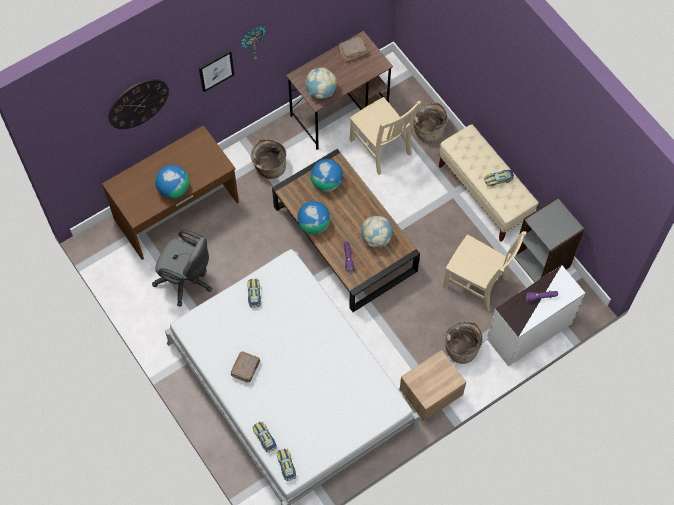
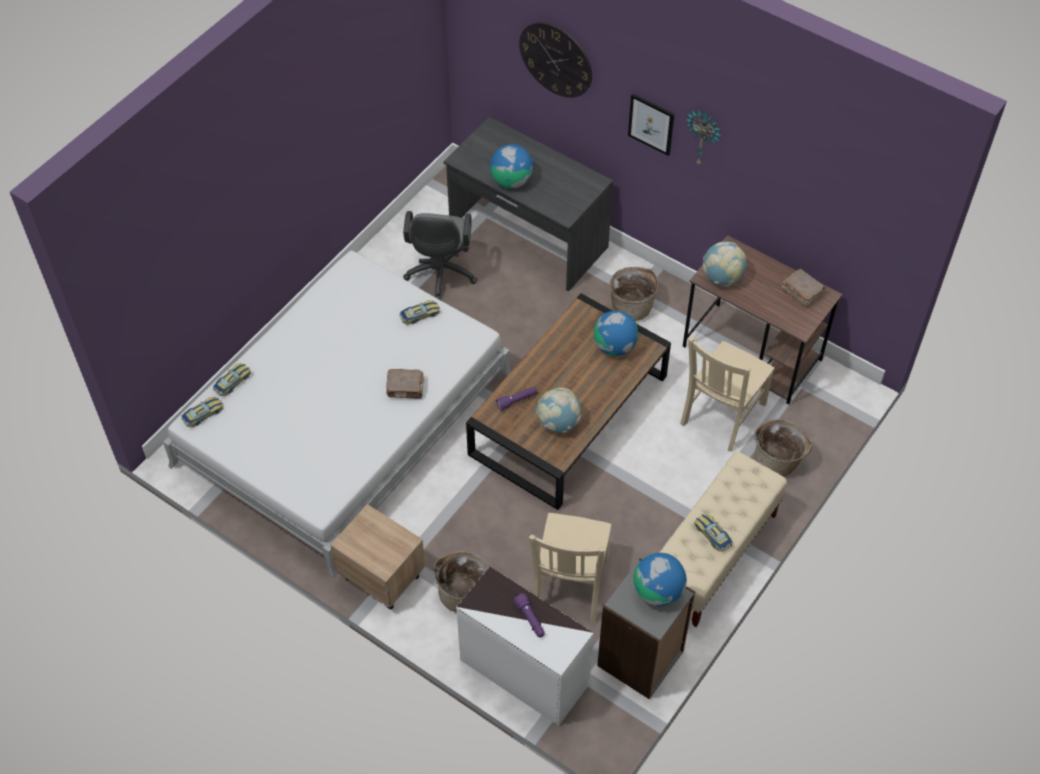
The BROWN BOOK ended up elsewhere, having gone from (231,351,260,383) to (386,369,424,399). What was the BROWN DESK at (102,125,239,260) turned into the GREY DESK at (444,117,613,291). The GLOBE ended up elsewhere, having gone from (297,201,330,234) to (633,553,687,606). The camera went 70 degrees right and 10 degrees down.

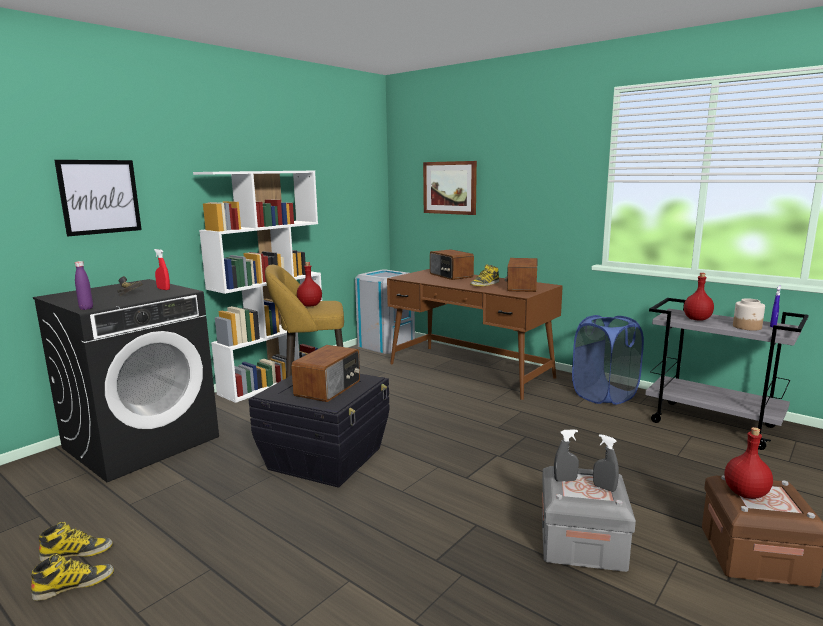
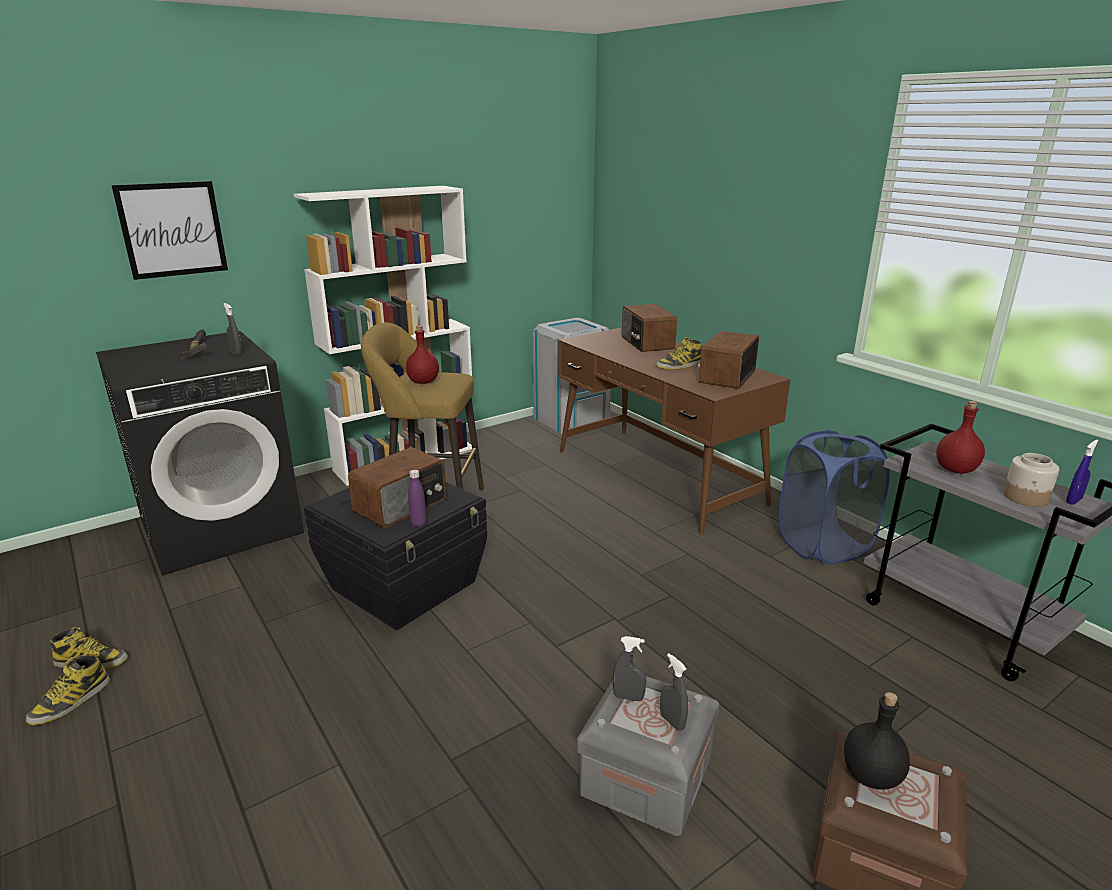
The BOOT at (31,554,114,601) ended up facing another way, 135 degrees clockwise from before. What was the RED SPRAY BOTTLE at (154,249,170,290) turned into the GREY SPRAY BOTTLE at (223,303,242,355). The PURPLE BOTTLE ended up elsewhere, having gone from (75,261,93,310) to (408,470,427,527). What was the RED BOTTLE at (725,427,773,499) turned into the BLACK BOTTLE at (844,692,910,790). The second view lost the PICTURE at (423,161,477,215). The camera went 15 degrees right and 10 degrees up.

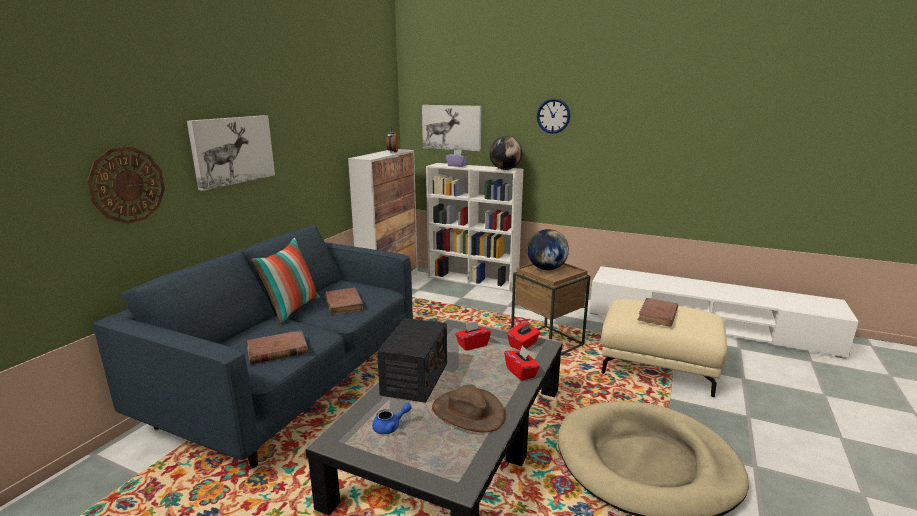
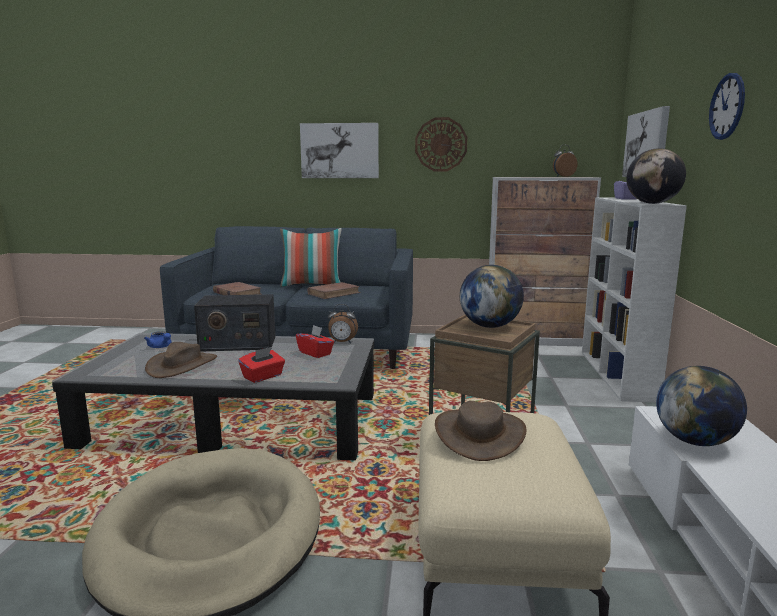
The second view gained the ALARM CLOCK at (328,304,358,343). The WALL CLOCK ended up elsewhere, having gone from (87,147,165,224) to (415,117,468,171). Where the BROWN BOOK stood at (637,298,678,327), the BROWN HAT came to stand at (435,401,526,461). The second view gained the GLOBE at (656,366,747,446). The second view lost the RED TISSUE BOX at (507,322,540,350). The camera went 70 degrees right and 5 degrees down.

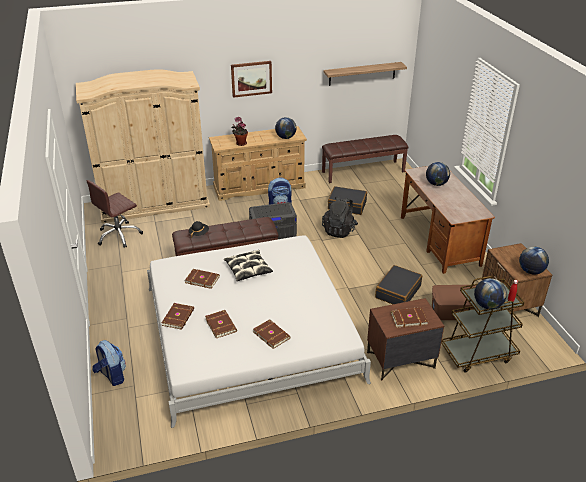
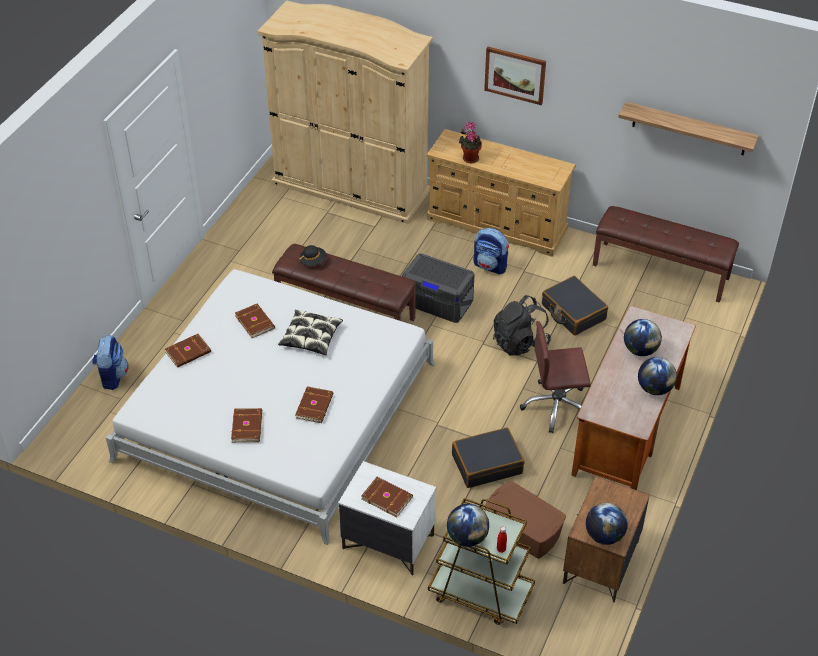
The BROWN BOOK ended up elsewhere, having gone from (205,310,237,338) to (295,386,333,423). What was the BROWN NIGHTSTAND at (367,298,444,380) turned into the WHITE NIGHTSTAND at (338,461,436,576). The BROWN OFFICE CHAIR ended up elsewhere, having gone from (87,180,143,248) to (520,321,591,433). The GLOBE ended up elsewhere, having gone from (275,117,297,139) to (638,357,677,395). The camera went 40 degrees right and 10 degrees up.

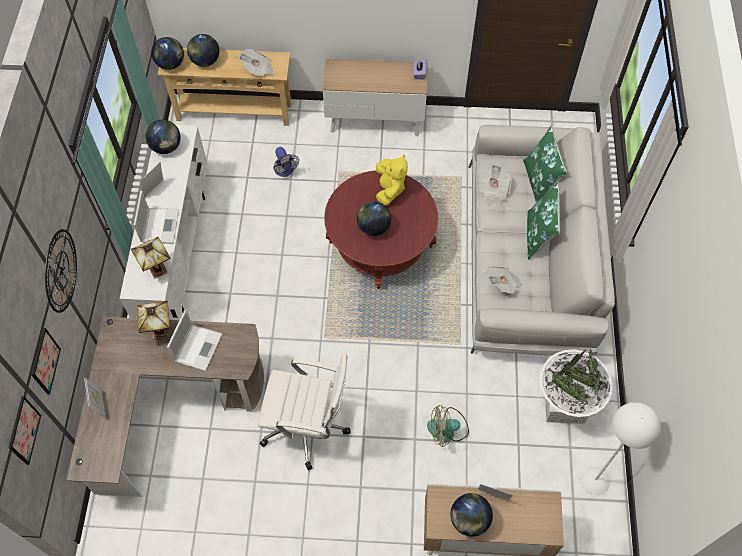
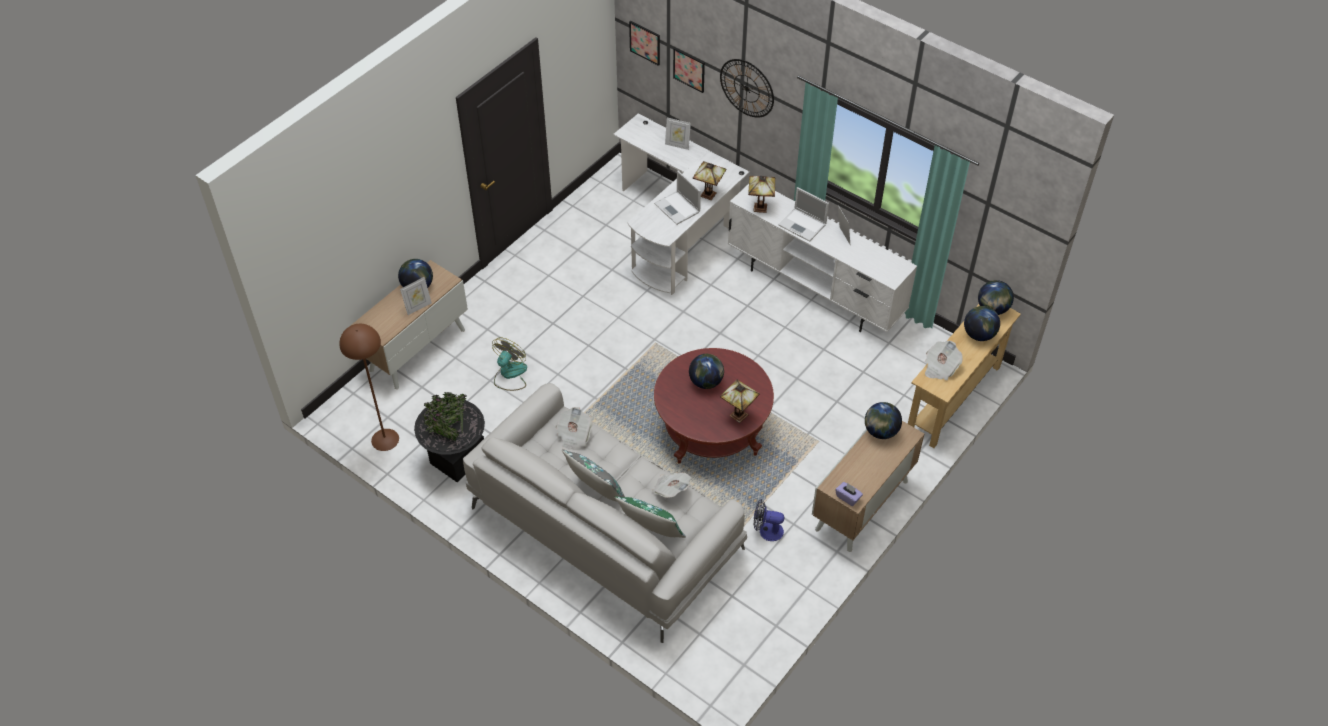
What was the WHITE FLOOR LAMP at (580,402,661,495) turned into the BROWN FLOOR LAMP at (339,324,399,451). What was the WHITE PLANTER at (540,349,613,424) turned into the BLACK PLANTER at (414,392,485,482). What was the GREEN PILLOW at (527,182,560,260) turned into the GREY PILLOW at (562,449,625,502). What was the BROWN DESK at (67,317,264,497) turned into the WHITE DESK at (613,113,749,295). Where the YELLOW PLUSH TOY stood at (376,155,408,206), the TABLE LAMP came to stand at (720,379,760,423). The FAN ended up elsewhere, having gone from (273,147,299,177) to (754,499,784,541). The GLOBE ended up elsewhere, having gone from (146,120,181,154) to (865,402,902,439). The second view lost the WHITE OFFICE CHAIR at (258,353,351,471). The camera went 125 degrees right and 10 degrees down.

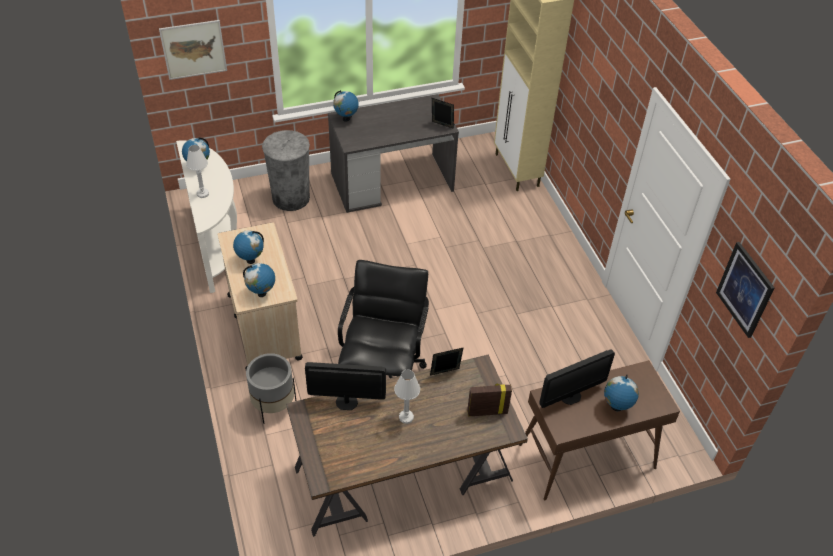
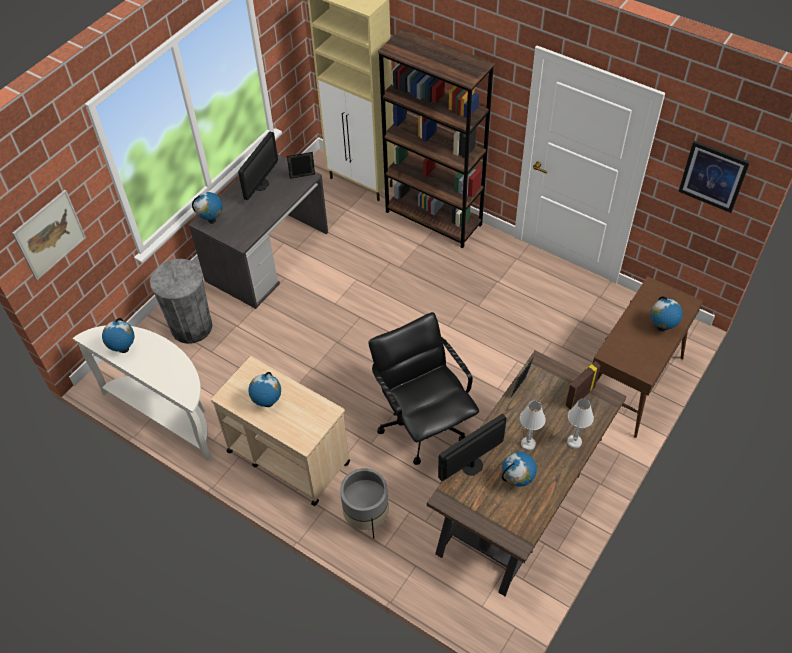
The MONITOR ended up elsewhere, having gone from (539,349,615,408) to (238,132,278,200). The second view gained the BROWN BOOKCASE at (378,28,494,248). The GLOBE ended up elsewhere, having gone from (243,263,275,297) to (502,452,537,487). The WHITE TABLE LAMP ended up elsewhere, having gone from (186,145,209,198) to (567,399,594,449). The camera went 35 degrees left and 5 degrees up.

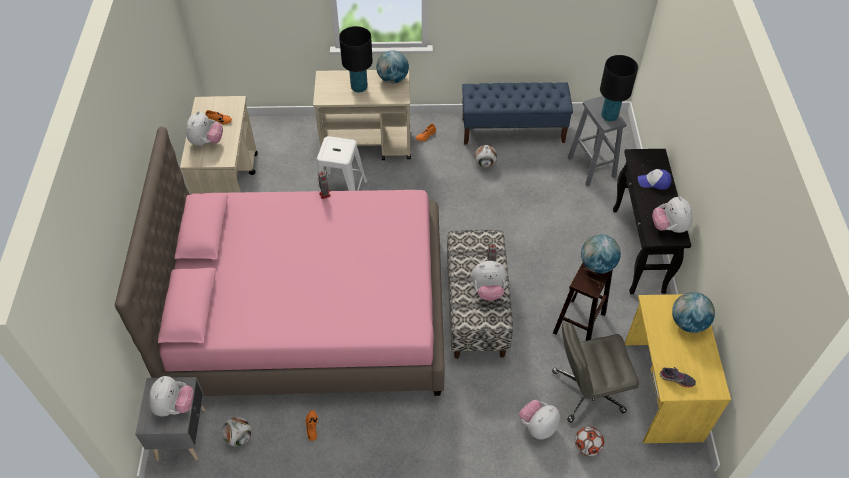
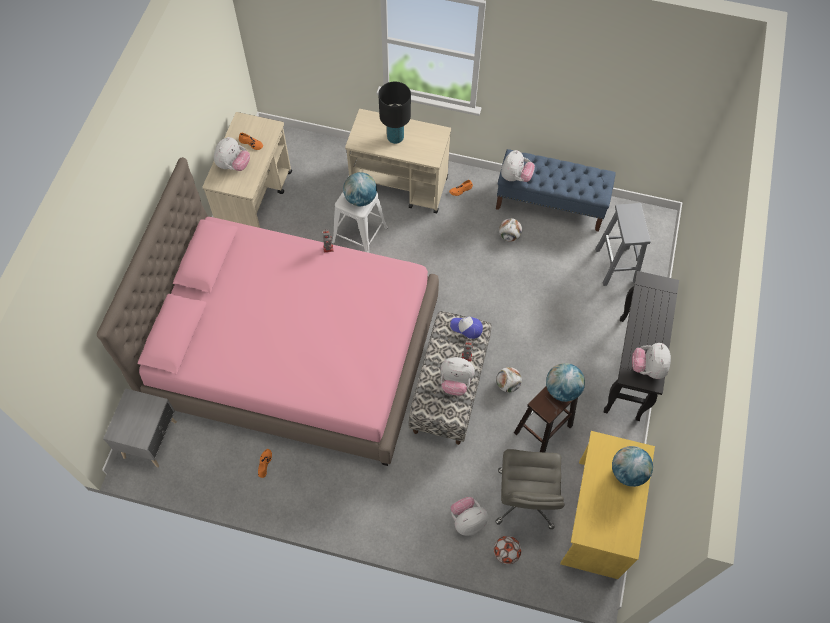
The GLOBE ended up elsewhere, having gone from (376,50,409,83) to (343,172,377,206). The CAP ended up elsewhere, having gone from (638,169,671,190) to (450,316,483,339). The FOOTBALL ended up elsewhere, having gone from (222,417,252,446) to (496,367,522,392). The GREY OFFICE CHAIR at (552,322,639,422) ended up facing another way, 90 degrees counterclockwise from before. The PLUSH TOY ended up elsewhere, having gone from (149,376,194,416) to (501,150,535,182). The second view lost the BLACK TABLE LAMP at (600,55,638,122). The second view lost the GREY SHOE at (660,367,696,387). The camera went 15 degrees right and 10 degrees up.

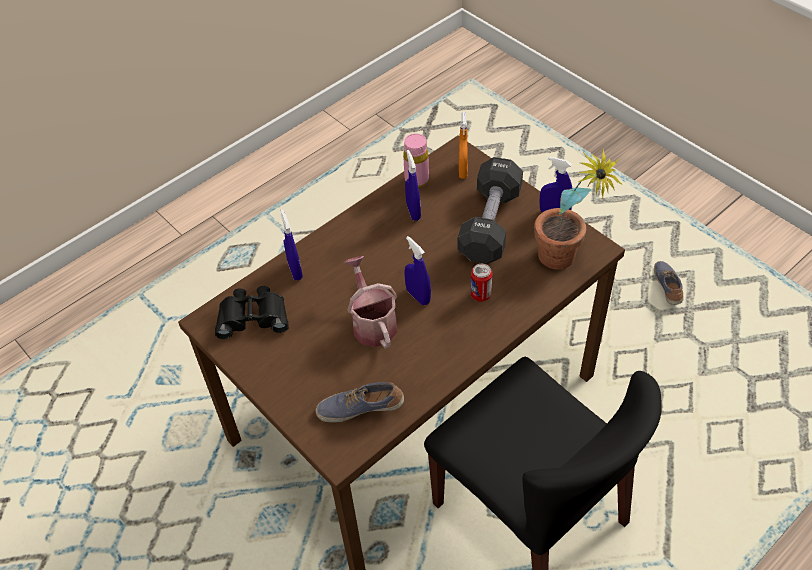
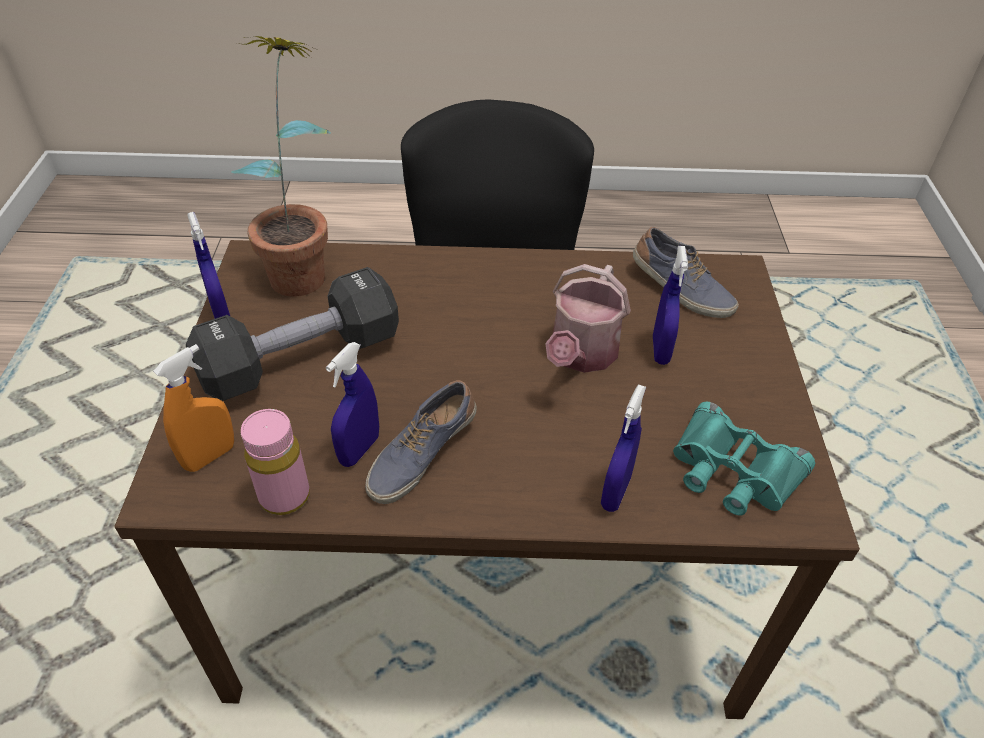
The SHOE ended up elsewhere, having gone from (654,261,684,305) to (365,380,476,504). The BLUE SPRAY BOTTLE ended up elsewhere, having gone from (404,236,431,305) to (653,246,688,365). What was the BLACK BINOCULARS at (215,286,288,339) turned into the TURQUOISE BINOCULARS at (673,401,815,515). The second view lost the CAN at (471,264,492,302). The camera went 140 degrees left and 5 degrees down.

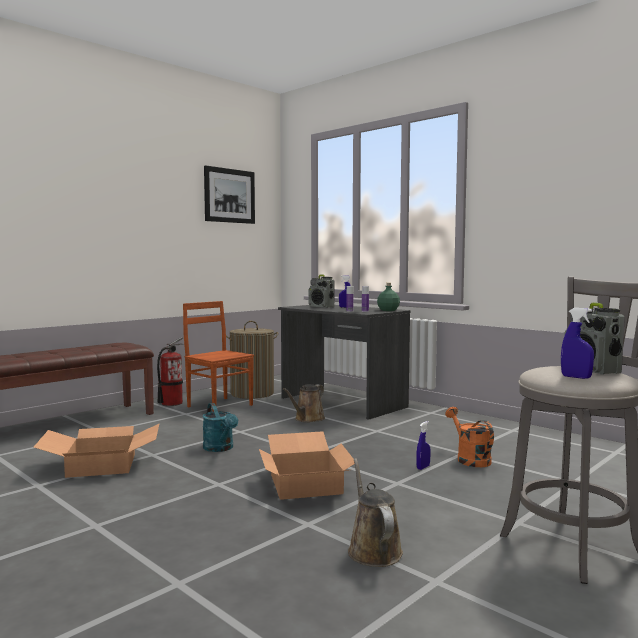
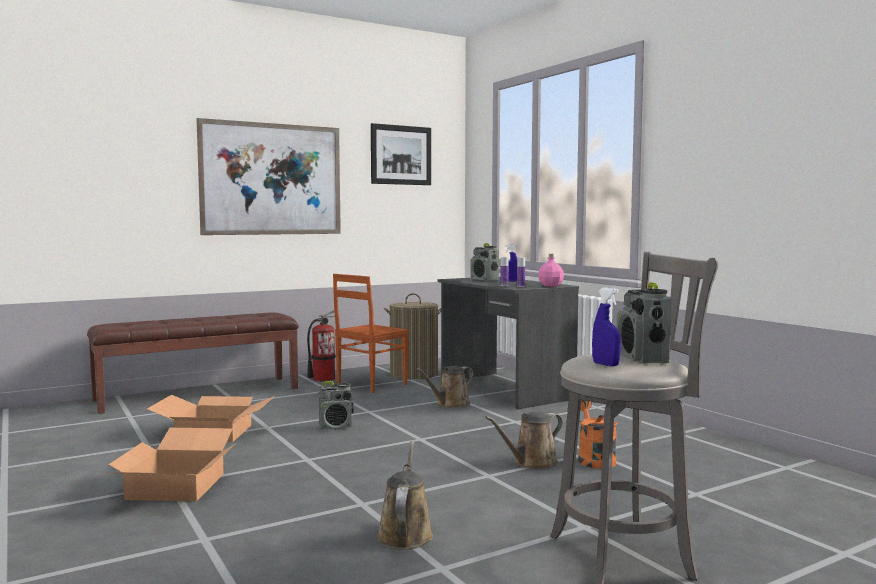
The CARDBOARD BOX ended up elsewhere, having gone from (259,431,355,500) to (108,428,235,502). The second view gained the PICTURE at (196,118,341,235). Where the TURQUOISE WATERING CAN stood at (202,403,238,452), the RADIO came to stand at (318,381,354,429). The BROWN CHAIR at (183,301,254,411) ended up facing another way, 105 degrees counterclockwise from before. Where the BLUE SPRAY BOTTLE stood at (417,421,431,470), the BROWN WATERING CAN came to stand at (485,412,563,469). What was the GREEN BOTTLE at (377,283,400,311) turned into the PINK BOTTLE at (538,254,564,287). The camera went 15 degrees right and 0 degrees up.

